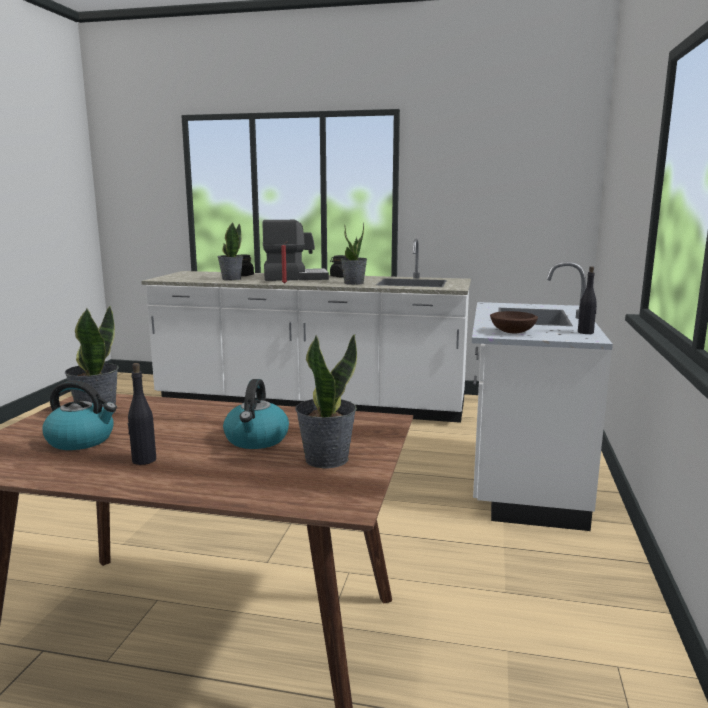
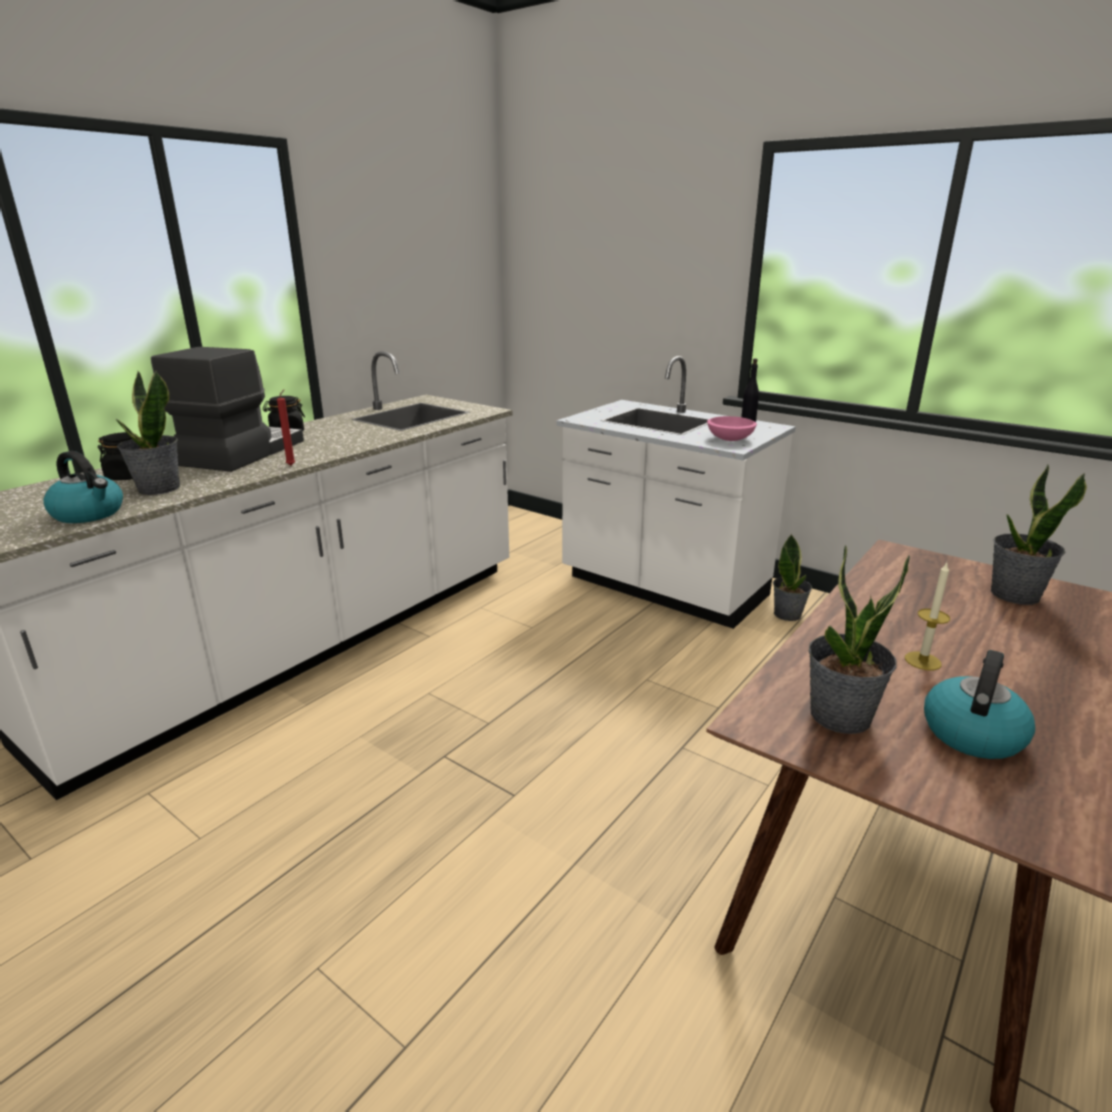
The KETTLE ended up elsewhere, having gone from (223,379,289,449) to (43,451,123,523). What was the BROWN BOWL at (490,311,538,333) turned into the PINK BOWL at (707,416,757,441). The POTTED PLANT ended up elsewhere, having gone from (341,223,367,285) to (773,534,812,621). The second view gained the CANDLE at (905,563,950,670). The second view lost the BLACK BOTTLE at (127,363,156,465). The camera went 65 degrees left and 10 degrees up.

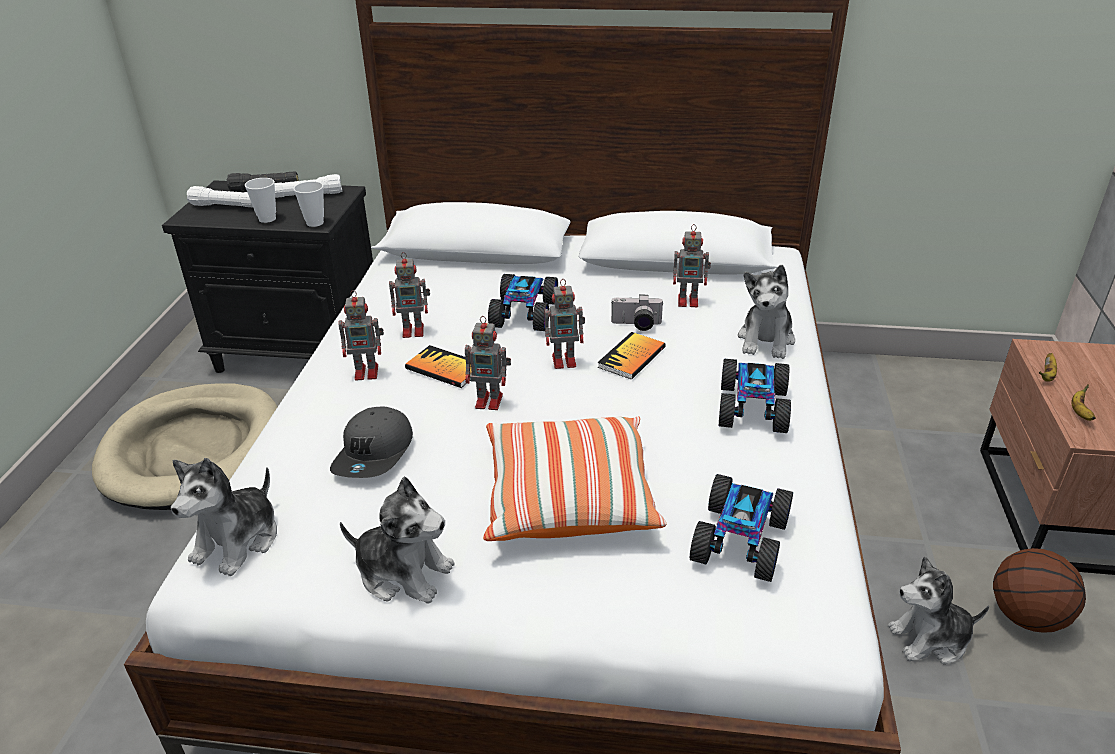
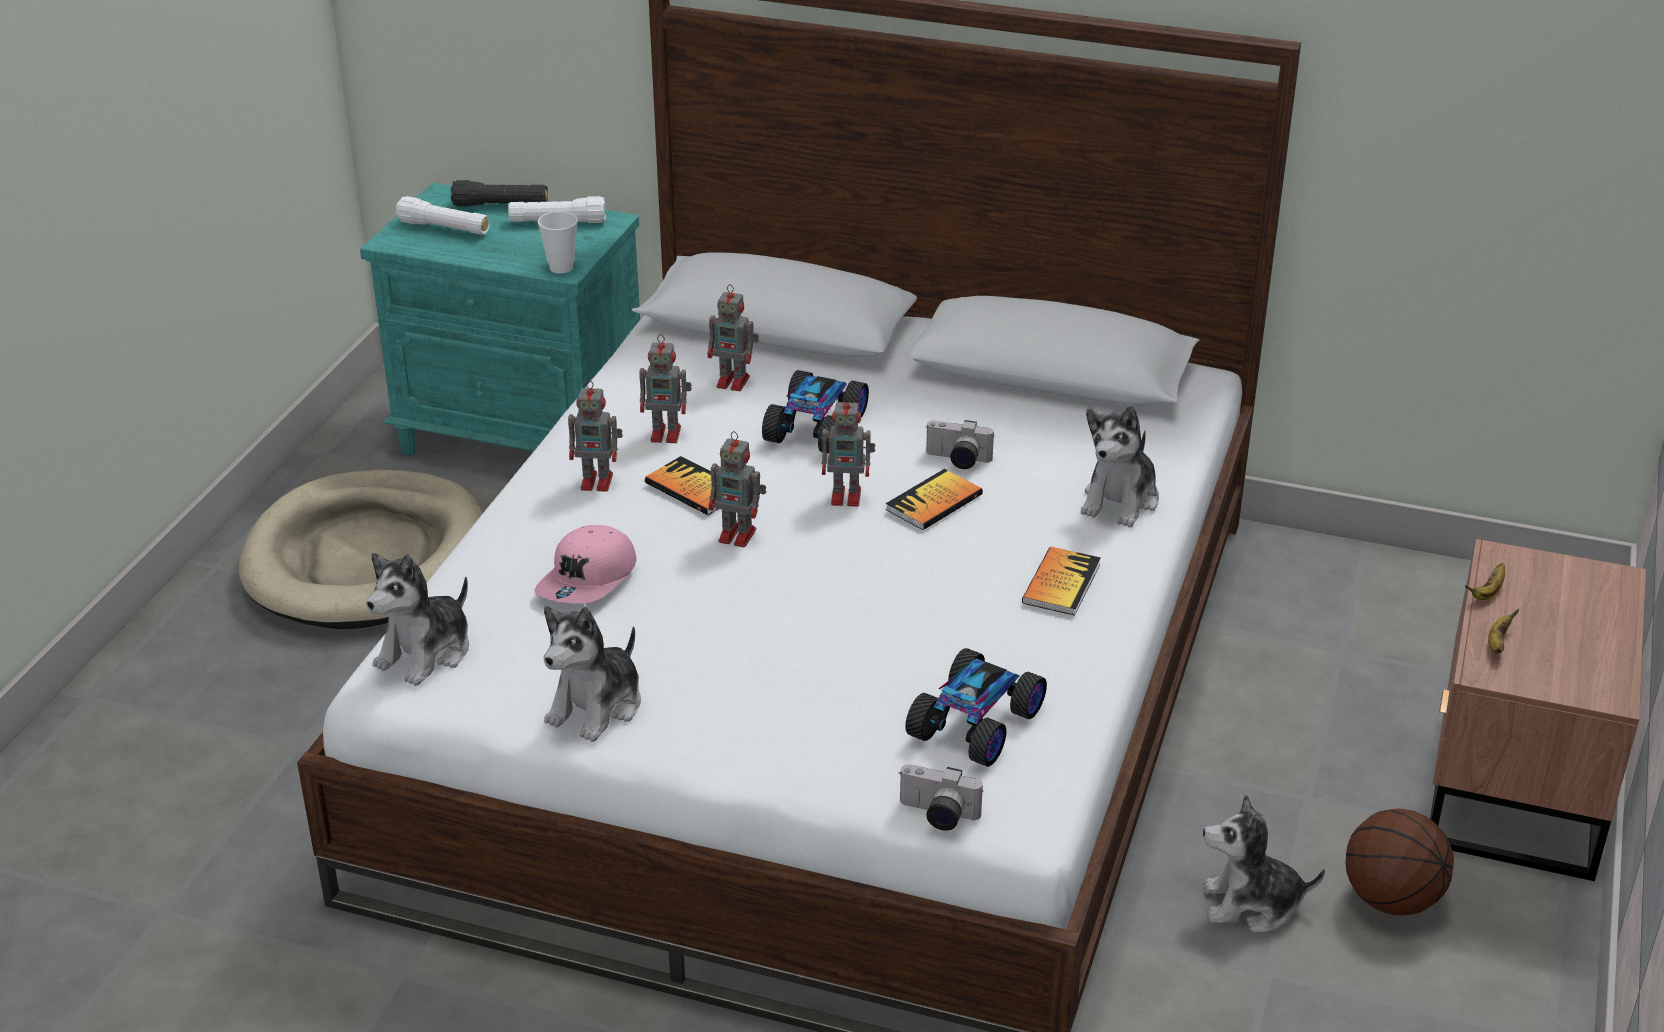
What was the BLACK NIGHTSTAND at (162,180,373,373) turned into the TURQUOISE NIGHTSTAND at (360,183,640,456). What was the GREY CAP at (330,406,413,478) turned into the PINK CAP at (535,525,637,604). The PLUSH TOY at (340,477,455,603) ended up facing another way, 90 degrees clockwise from before. The TOY ROBOT ended up elsewhere, having gone from (673,224,711,307) to (707,284,759,391). The second view gained the PHOTO CAMERA at (899,764,983,831). Where the TOY CAR stood at (719,359,791,433), the BOOK came to stand at (1022,547,1101,616). The second view lost the CUP at (245,178,276,223). The second view lost the PILLOW at (483,417,666,541). The camera went 10 degrees right and 0 degrees up.

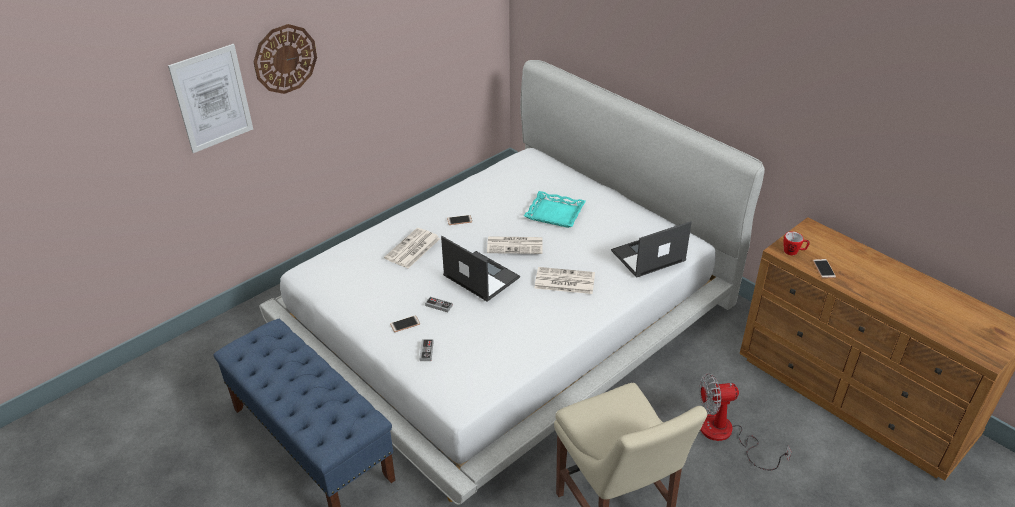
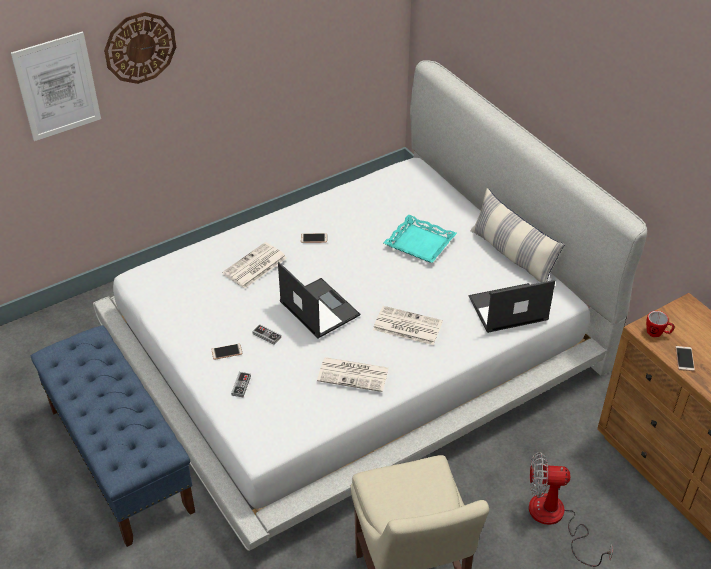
The NEWSPAPER ended up elsewhere, having gone from (487,236,542,254) to (317,357,389,392). The second view gained the PILLOW at (470,188,565,283). The camera went 10 degrees right and 5 degrees up.

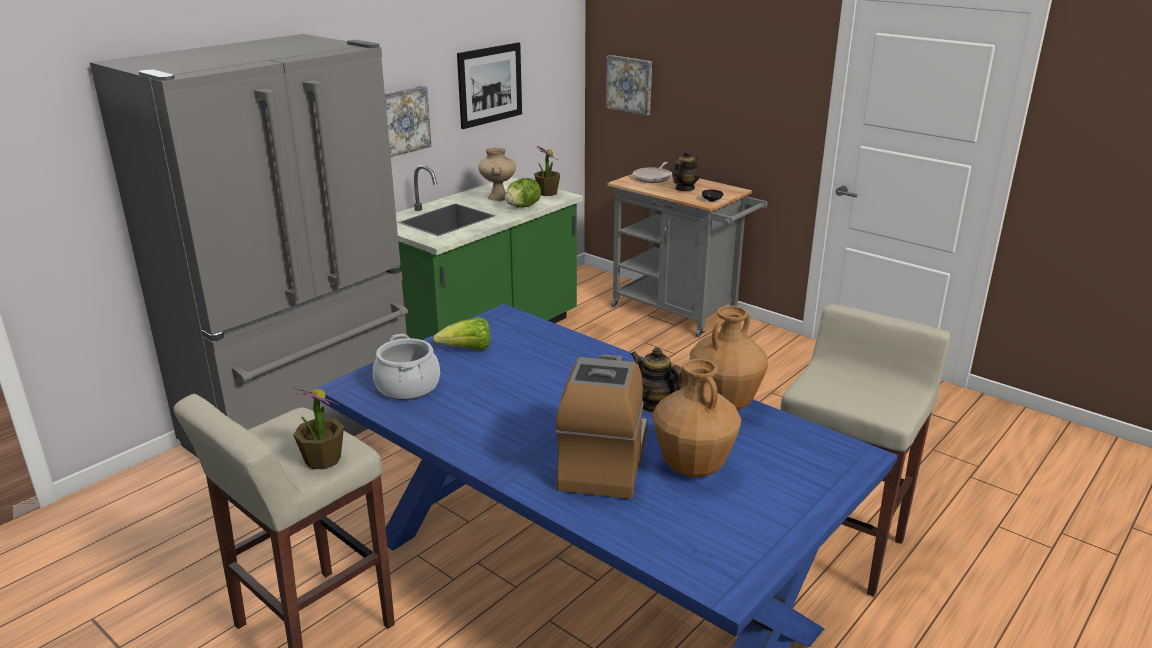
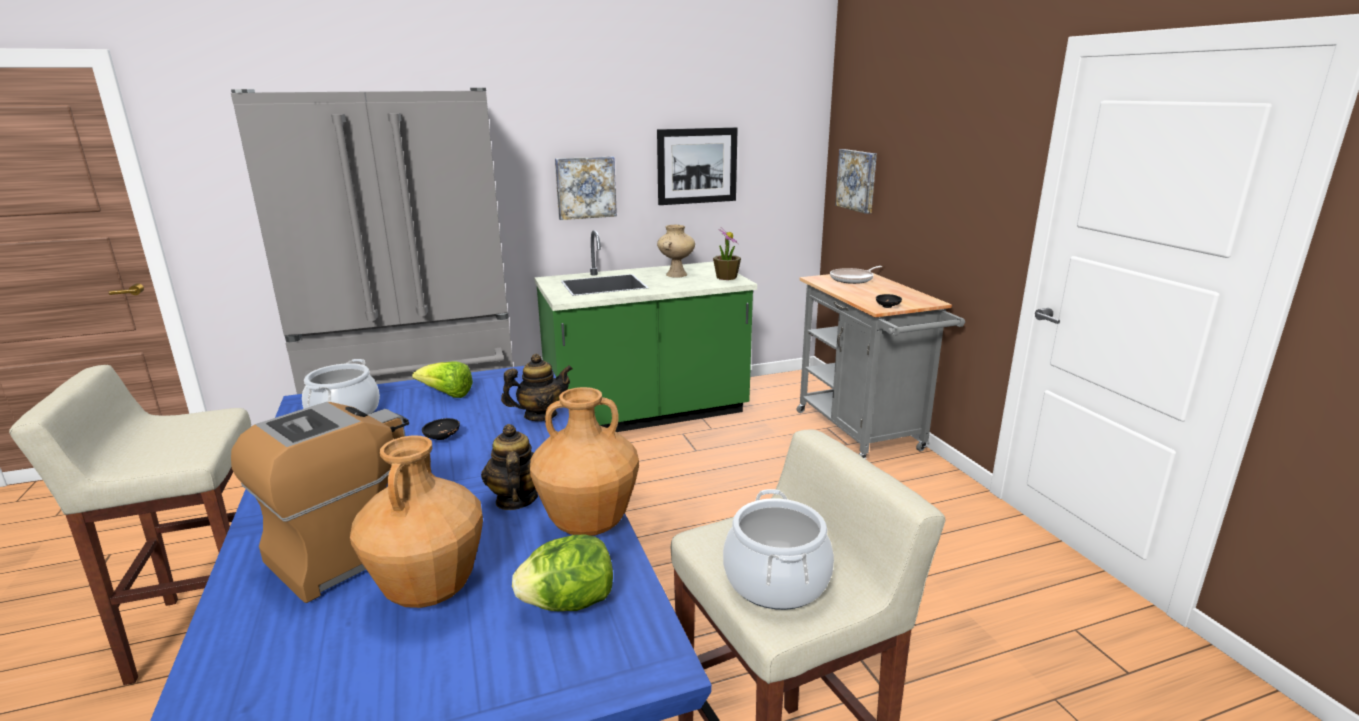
The second view gained the BLACK BOWL at (422,418,460,440). The TEAPOT ended up elsewhere, having gone from (672,150,700,191) to (501,353,573,421). The LETTUCE ended up elsewhere, having gone from (505,178,541,208) to (512,534,613,611). The second view gained the COOKING POT at (723,489,834,610). The second view lost the POTTED PLANT at (293,388,344,469). The camera went 30 degrees right and 5 degrees down.

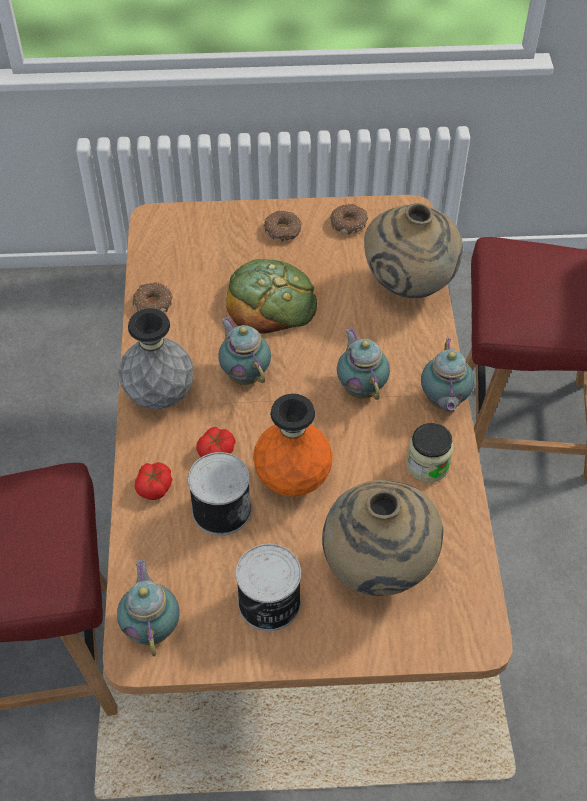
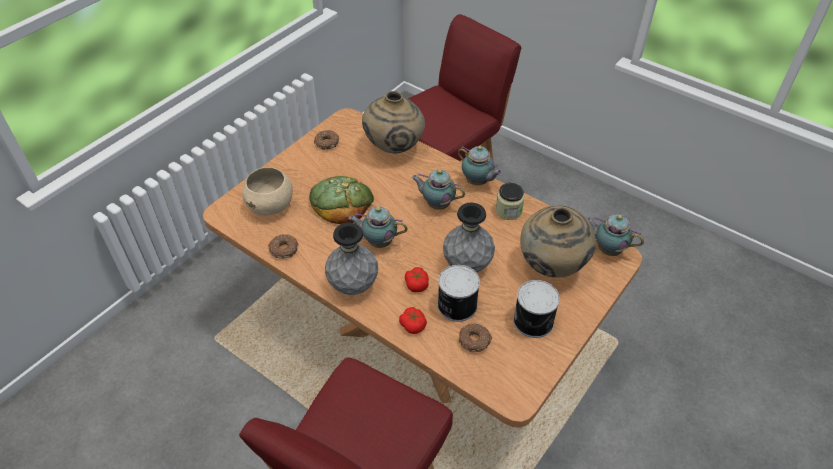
The second view gained the BEIGE BOWL at (242,167,293,215). What was the ORANGE VASE at (253,394,333,497) turned into the GREY VASE at (443,203,495,273). The DONUT ended up elsewhere, having gone from (264,210,302,241) to (459,323,493,352). The TEAPOT ended up elsewhere, having gone from (117,559,180,657) to (587,214,644,256). The camera went 50 degrees left and 5 degrees down.

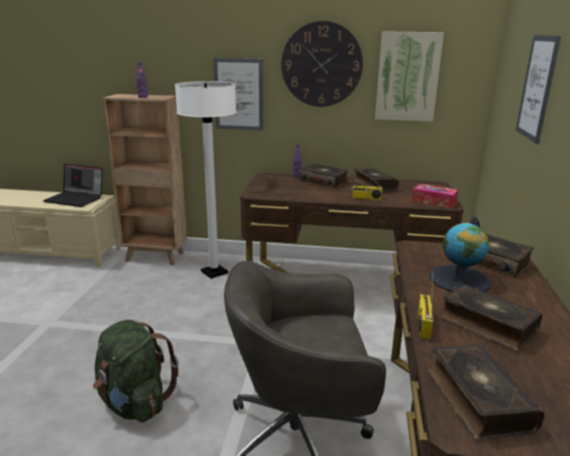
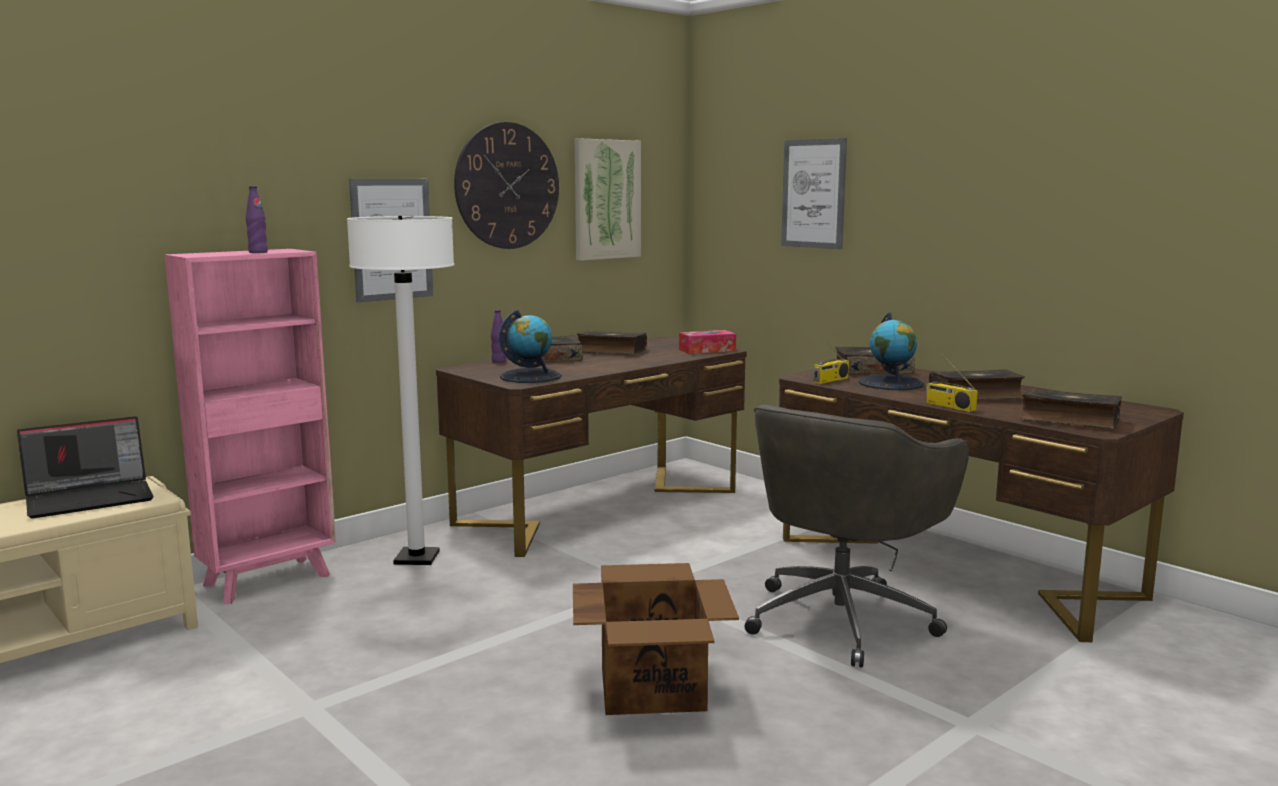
What was the BROWN BOOKCASE at (102,94,187,265) turned into the PINK BOOKCASE at (164,249,336,604). The second view gained the GLOBE at (499,310,562,383). Where the GREEN BACKPACK stood at (93,320,179,422), the CARDBOARD BOX came to stand at (573,563,739,715). The RADIO ended up elsewhere, having gone from (351,169,383,200) to (814,336,849,384). The camera went 50 degrees left and 10 degrees down.

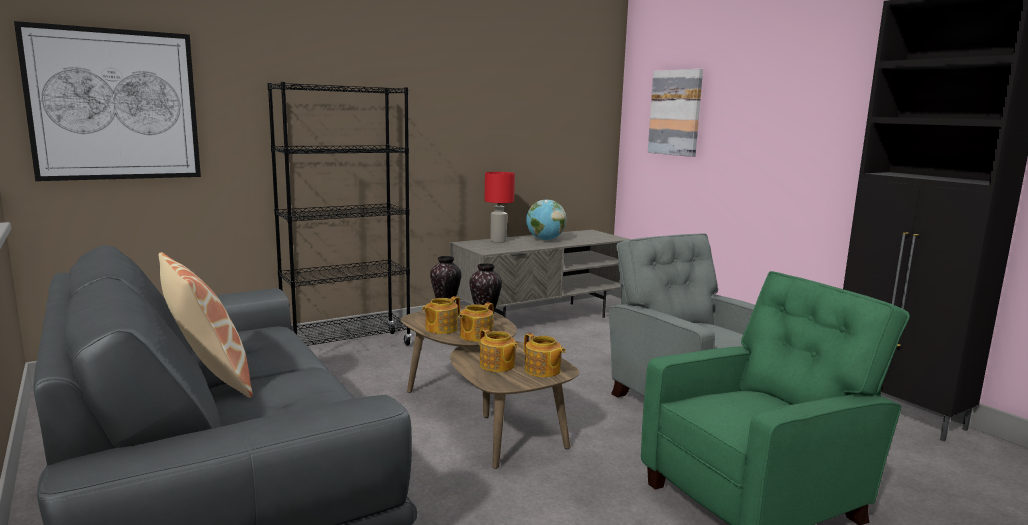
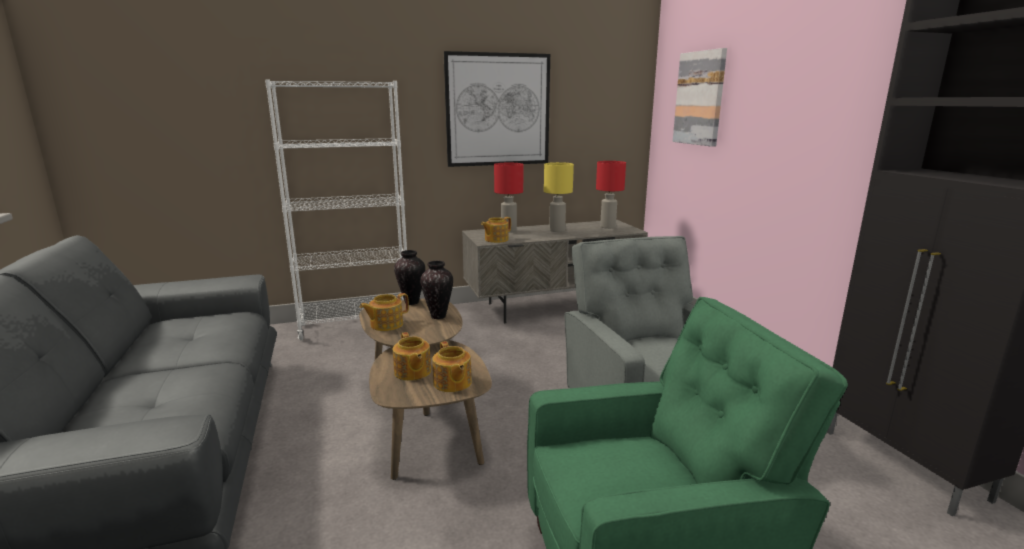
What was the BLACK BOOKCASE at (267,82,412,346) turned into the WHITE BOOKCASE at (265,80,407,340). The PICTURE ended up elsewhere, having gone from (14,21,201,181) to (443,51,550,167). The TEAPOT ended up elsewhere, having gone from (459,302,493,342) to (481,217,511,243). Where the GLOBE stood at (526,200,566,240), the YELLOW TABLE LAMP came to stand at (544,162,574,232). The second view gained the RED TABLE LAMP at (596,161,626,229). The second view lost the PILLOW at (159,252,253,398). The camera went 15 degrees right and 5 degrees up.

